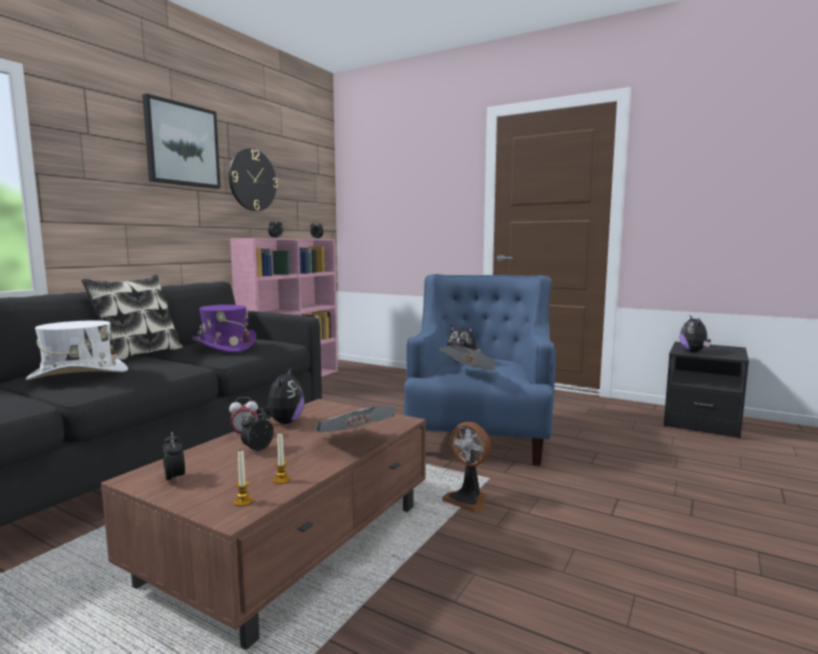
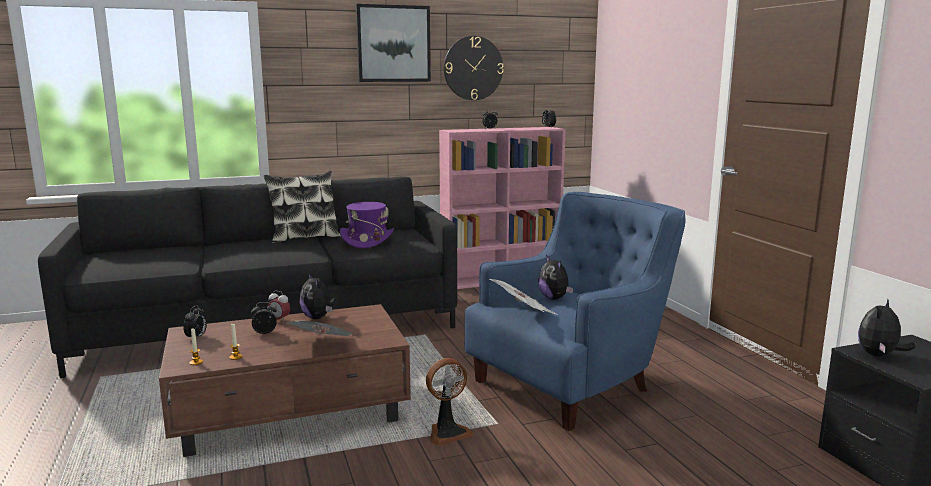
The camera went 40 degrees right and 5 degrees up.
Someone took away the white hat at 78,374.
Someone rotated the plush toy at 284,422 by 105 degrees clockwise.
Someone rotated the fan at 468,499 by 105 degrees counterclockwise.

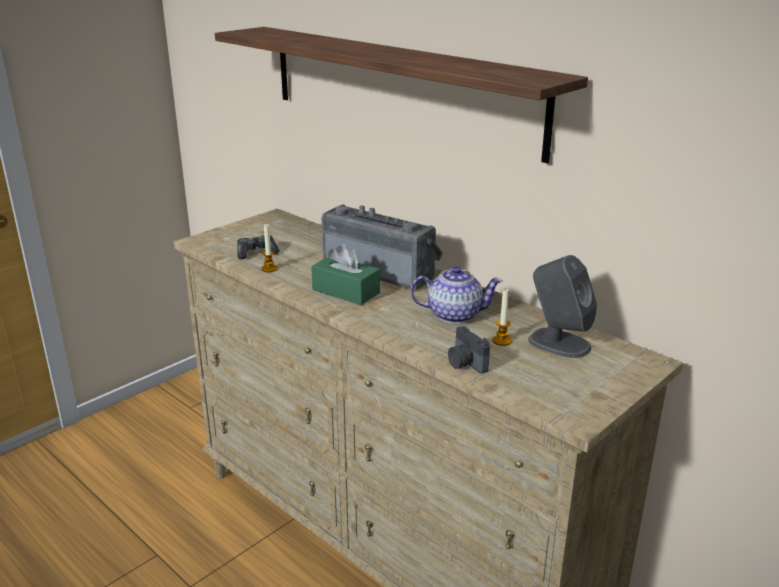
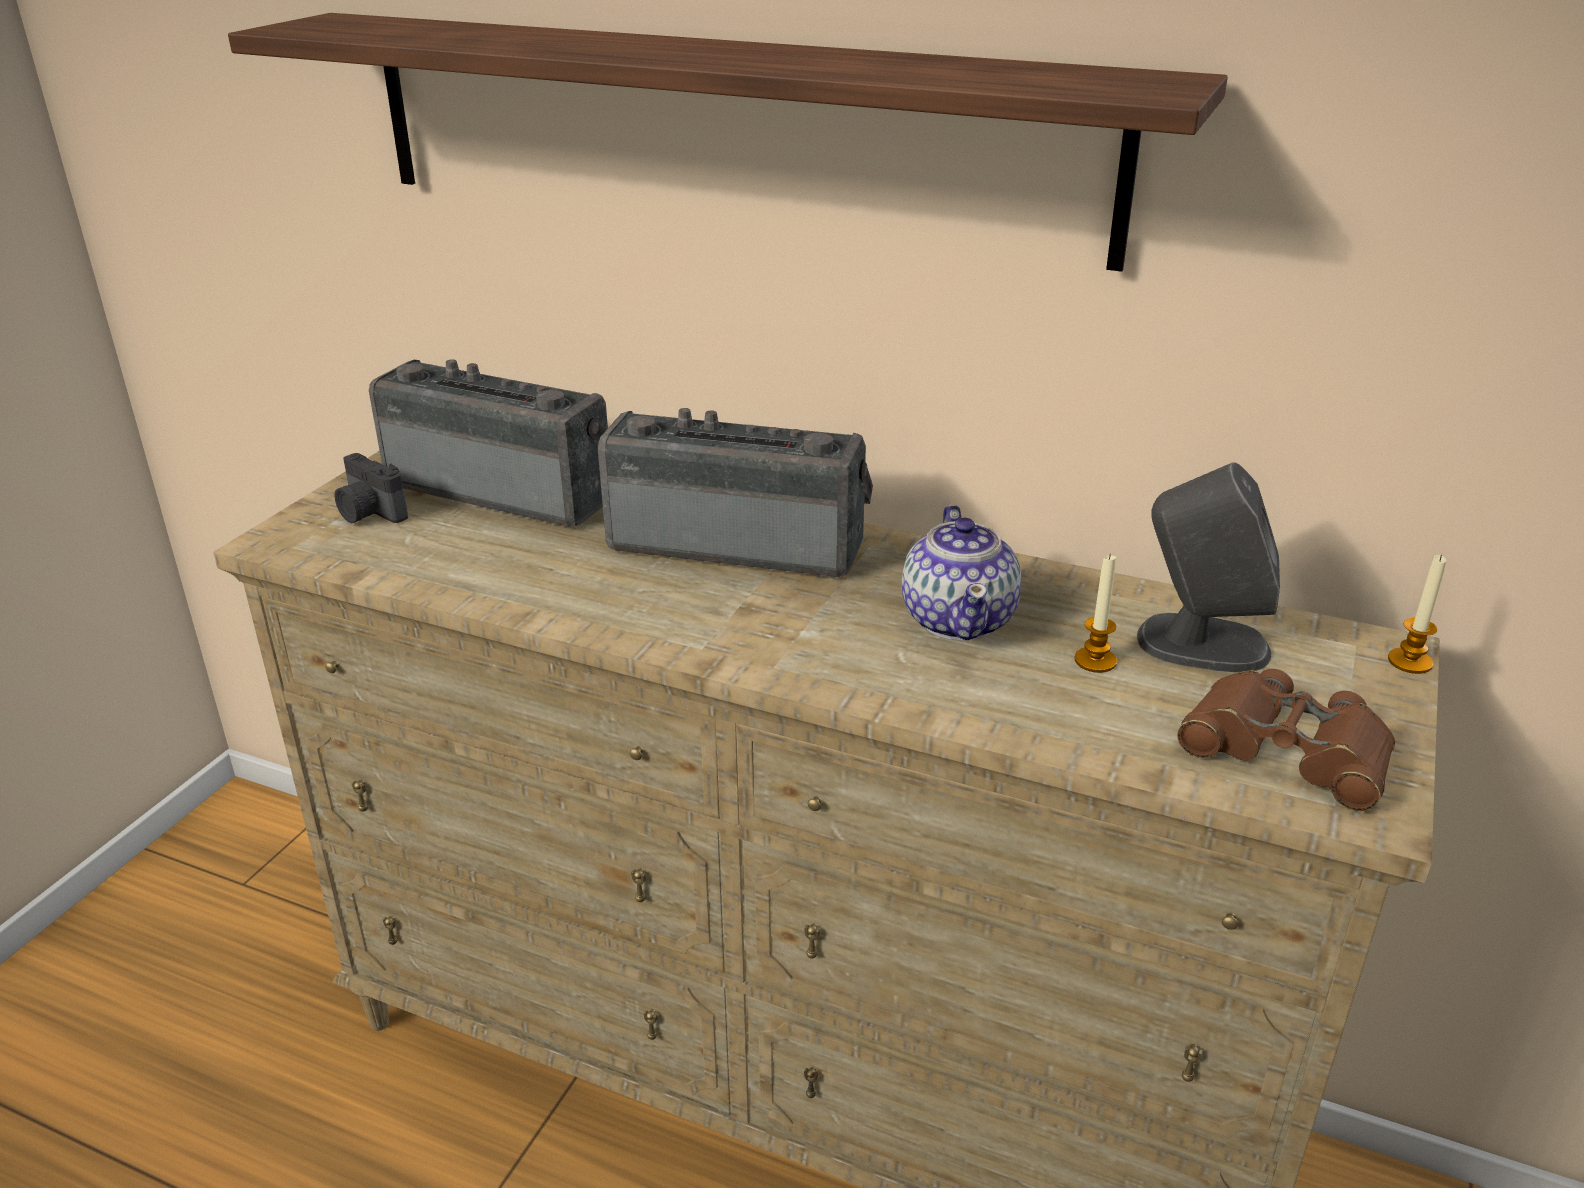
The camera went 20 degrees left and 5 degrees up.
Someone took away the game controller at 256,253.
Someone took away the green tissue box at 346,291.
Someone put down the radio at 507,488.
Someone put down the brown binoculars at 1287,750.
Someone carried the candle from 269,269 to 1409,662.
Someone carried the photo camera from 465,363 to 369,513.
Someone rotated the teapot at 454,314 by 105 degrees clockwise.

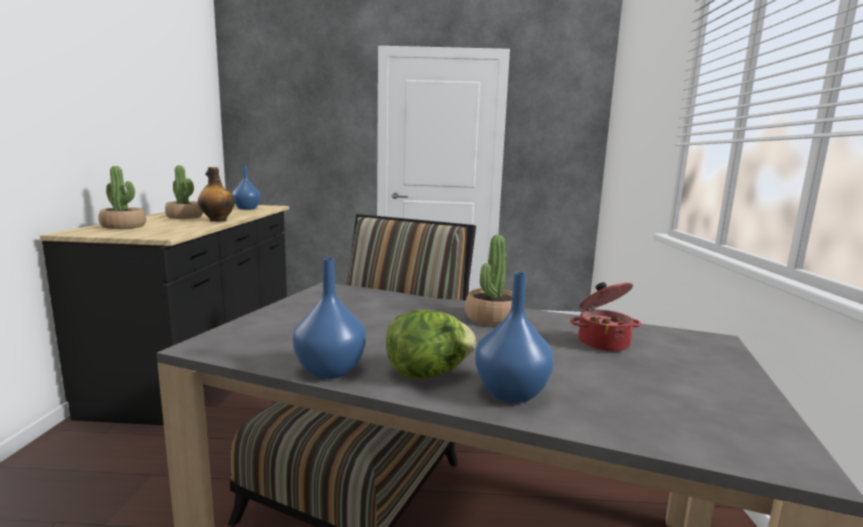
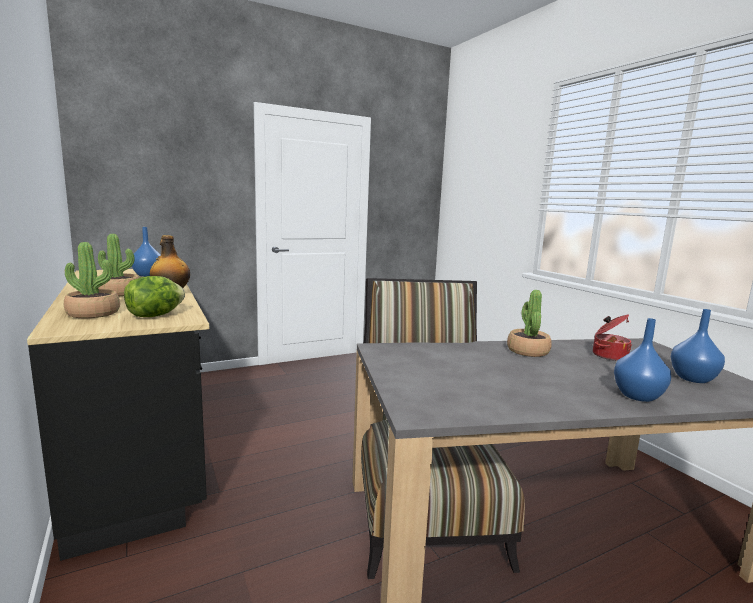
The camera went 30 degrees left and 0 degrees up.
Someone carried the blue vase from 329,370 to 691,378.
Someone carried the lettuce from 427,373 to 155,315.

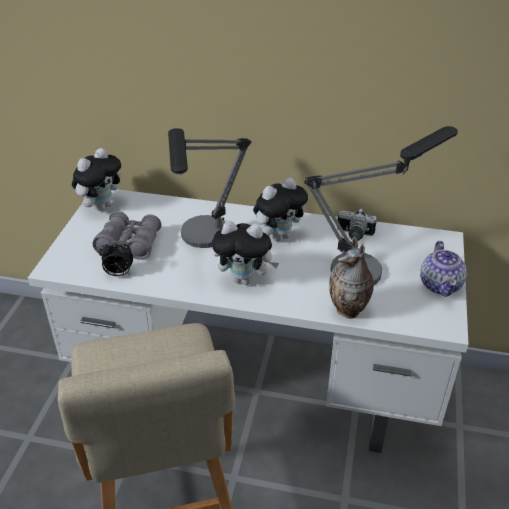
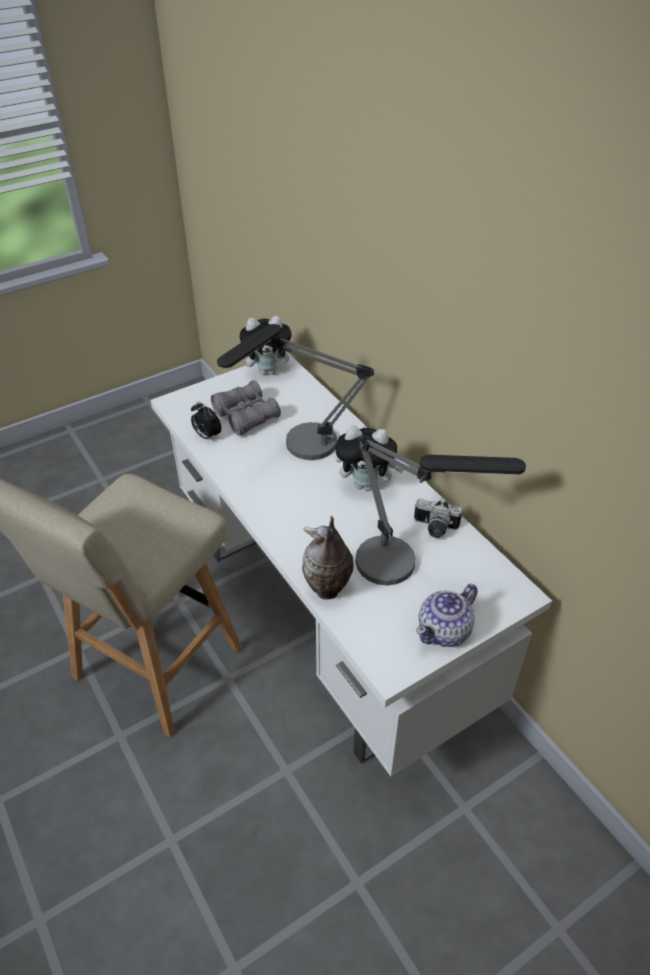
The camera went 45 degrees right and 5 degrees up.
Someone took away the plush toy at 245,279.
Someone rotated the photo camera at 354,235 by 45 degrees counterclockwise.

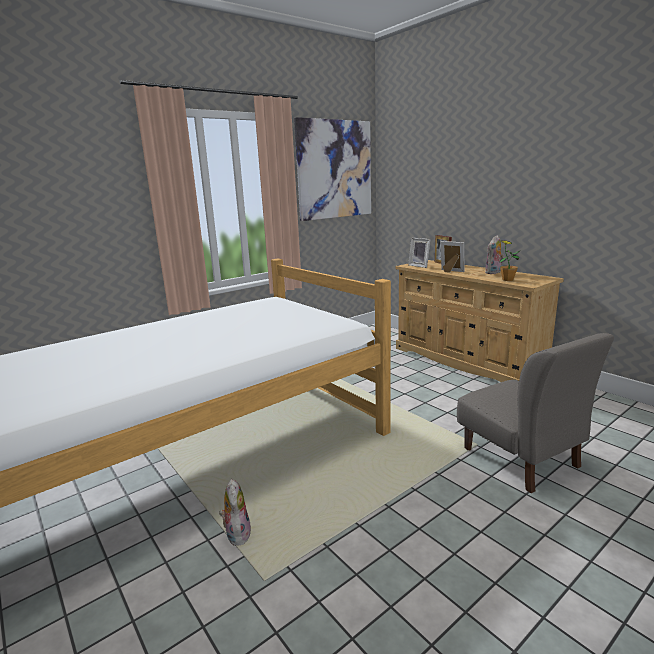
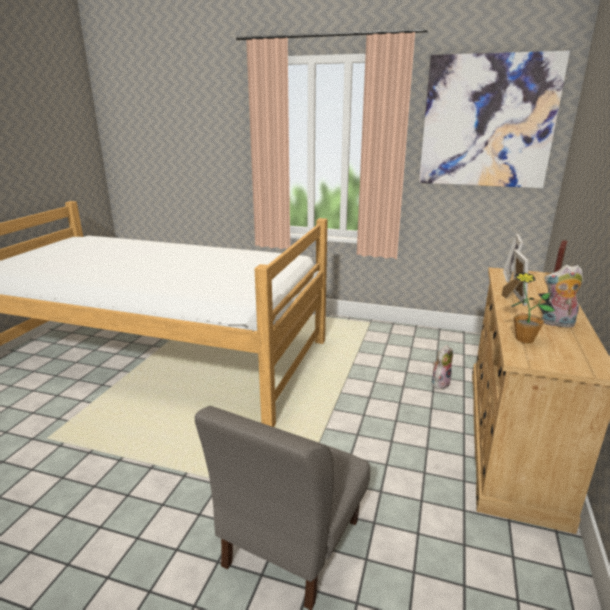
The camera went 55 degrees right and 5 degrees up.
Someone carried the plush toy from 237,534 to 440,383.

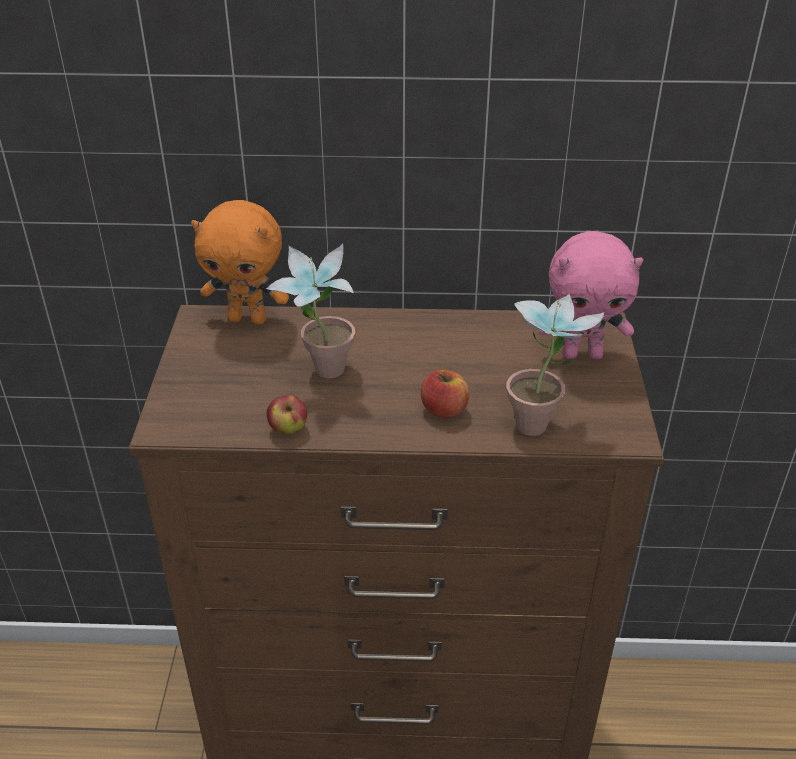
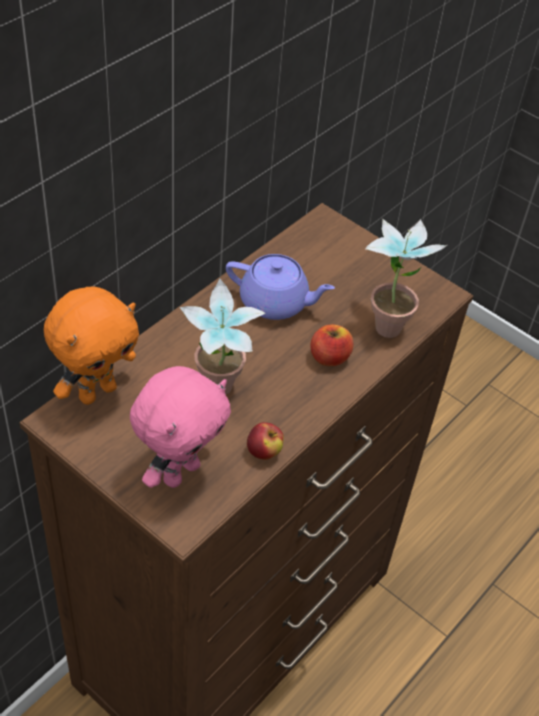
The camera went 55 degrees left and 10 degrees up.
Someone put down the purple teapot at 275,303.
Someone carried the pink plush toy from 582,354 to 180,472.

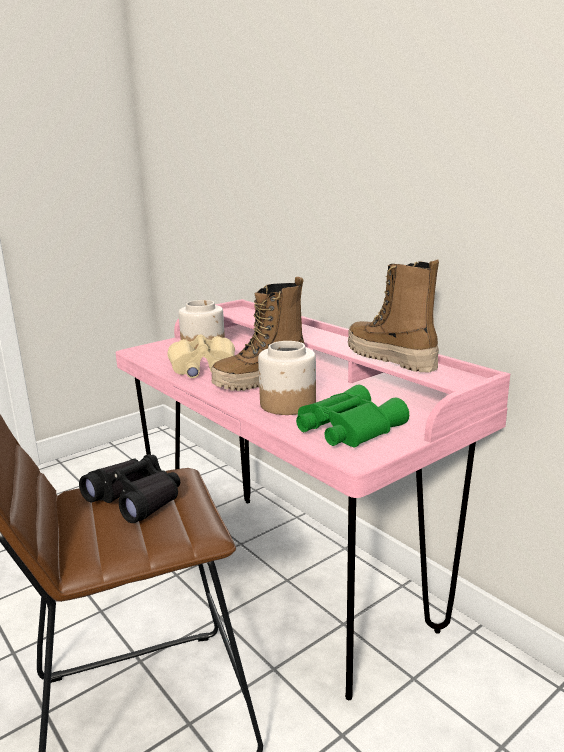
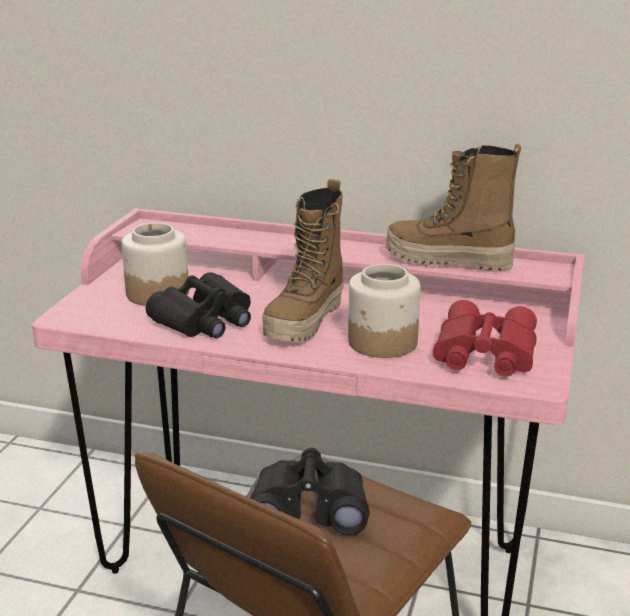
The camera went 35 degrees left and 5 degrees up.
Someone repainted the beige binoculars at 203,368, which became the black binoculars at 205,320.
Someone repainted the green binoculars at 346,428, which became the red binoculars at 482,353.

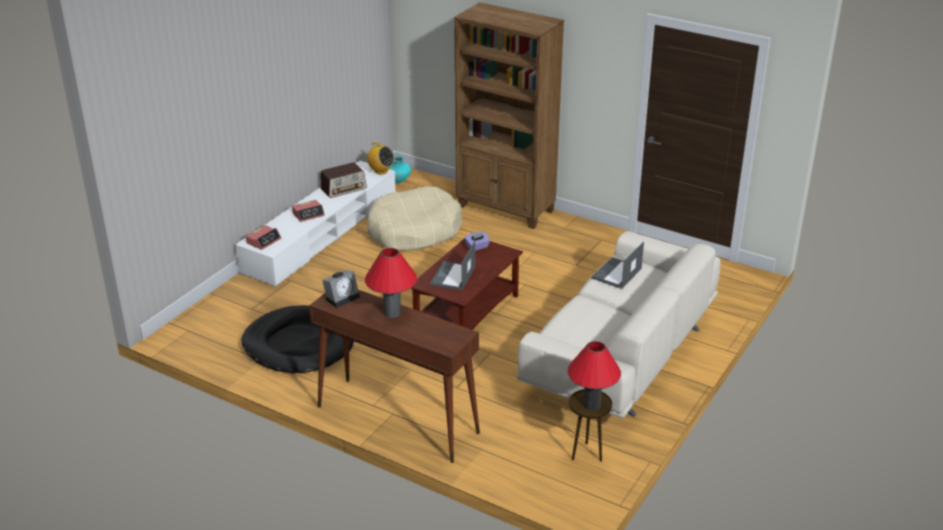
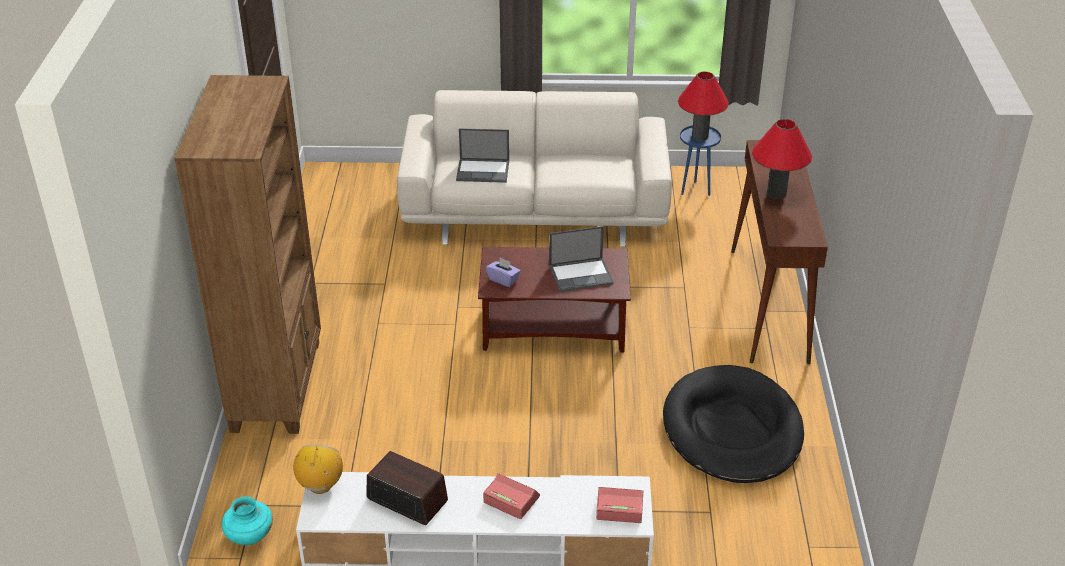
The camera went 120 degrees left and 5 degrees up.
Someone took away the alarm clock at 342,297.
Someone took away the beige dog bed at 414,231.
Someone repainted the brown side table at 586,454, which became the blue side table at 695,190.

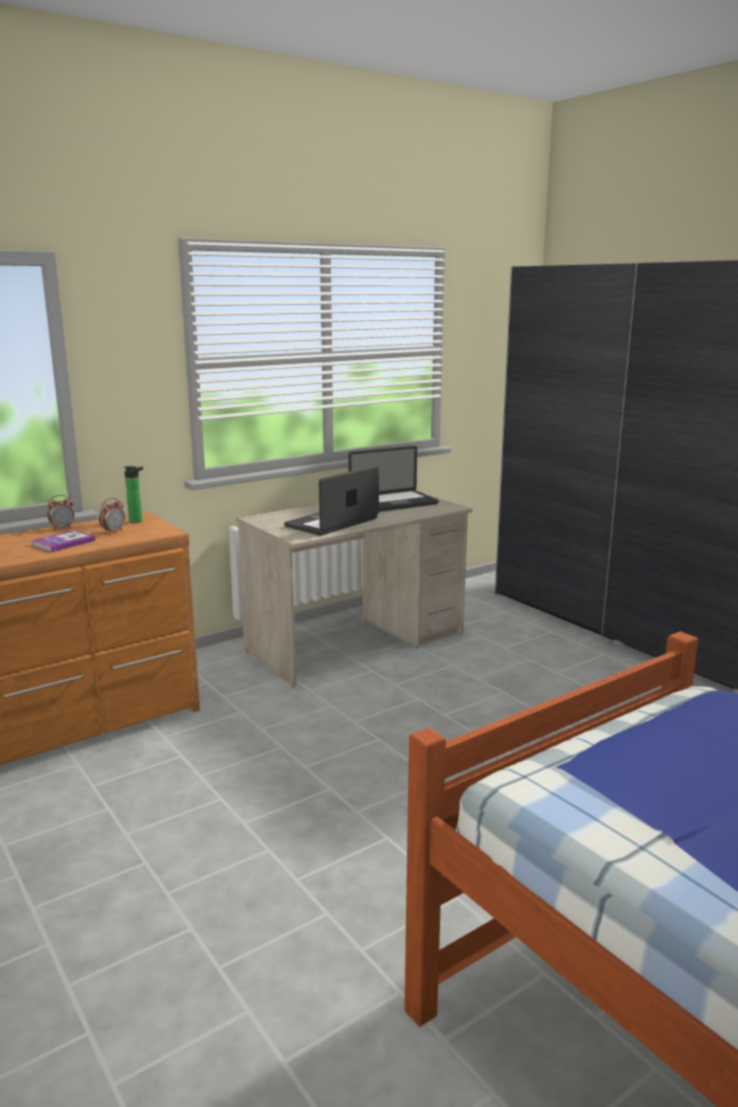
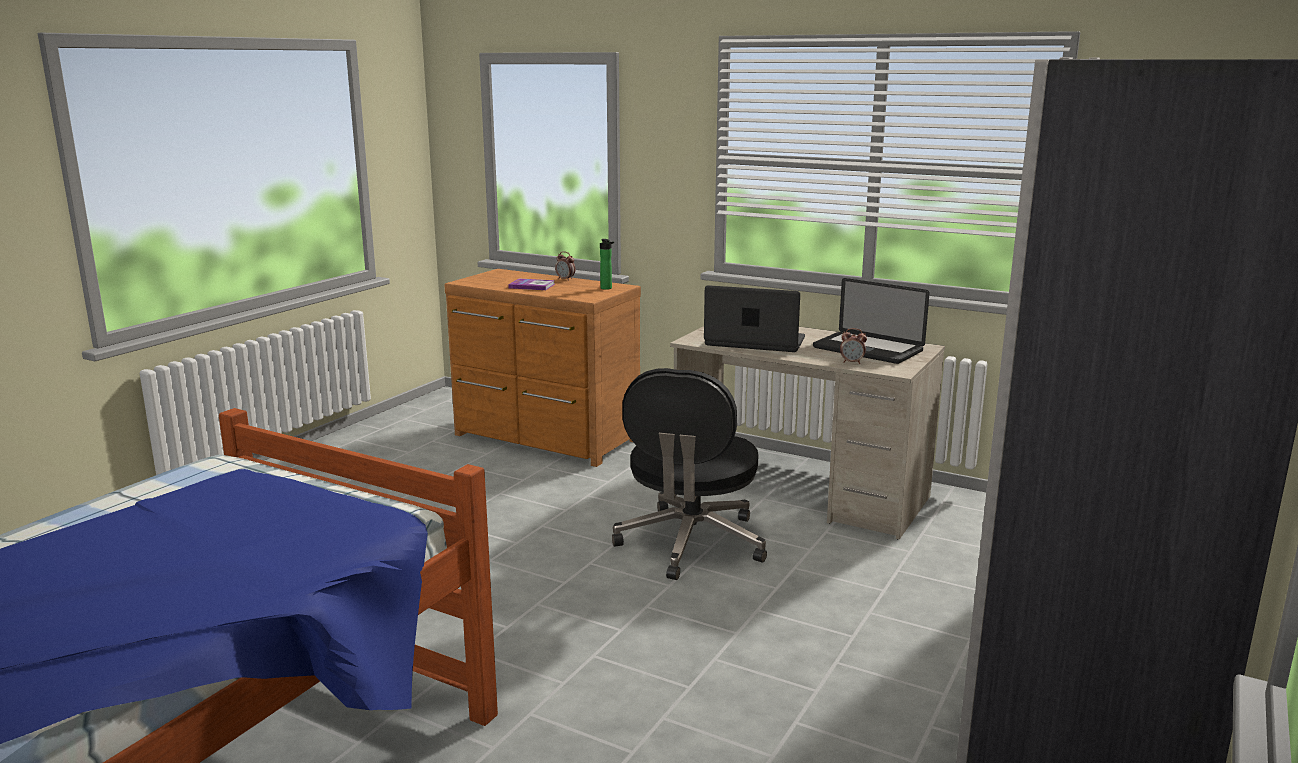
The camera went 65 degrees right and 0 degrees up.
Someone put down the black office chair at 690,544.
Someone carried the alarm clock from 113,532 to 852,362.

